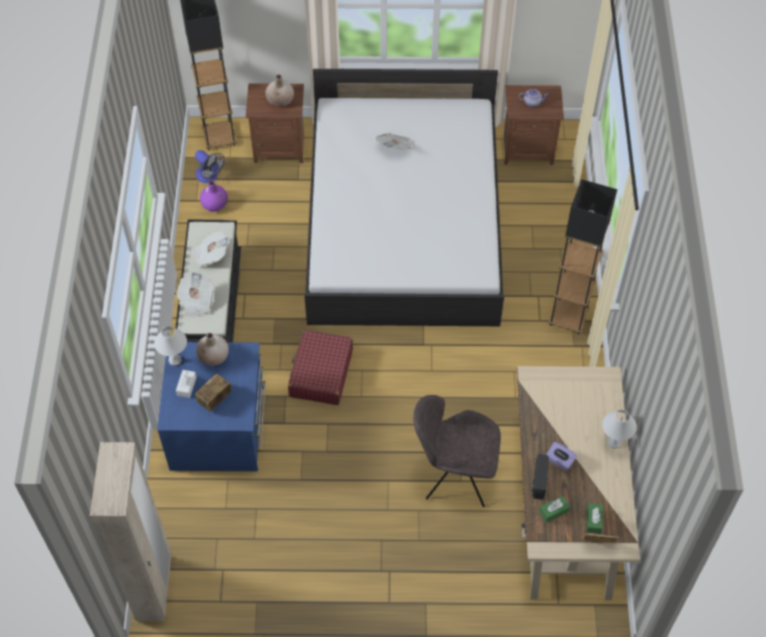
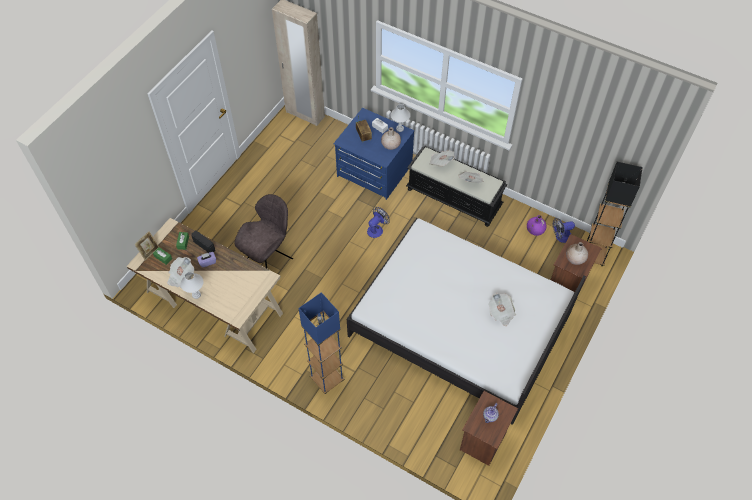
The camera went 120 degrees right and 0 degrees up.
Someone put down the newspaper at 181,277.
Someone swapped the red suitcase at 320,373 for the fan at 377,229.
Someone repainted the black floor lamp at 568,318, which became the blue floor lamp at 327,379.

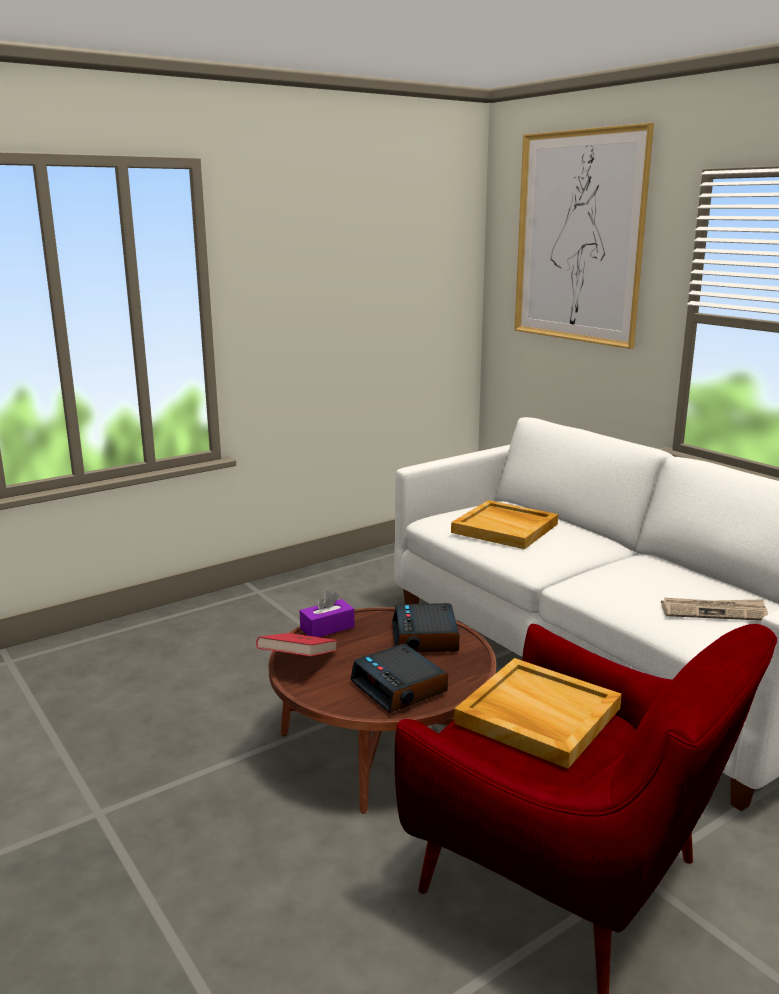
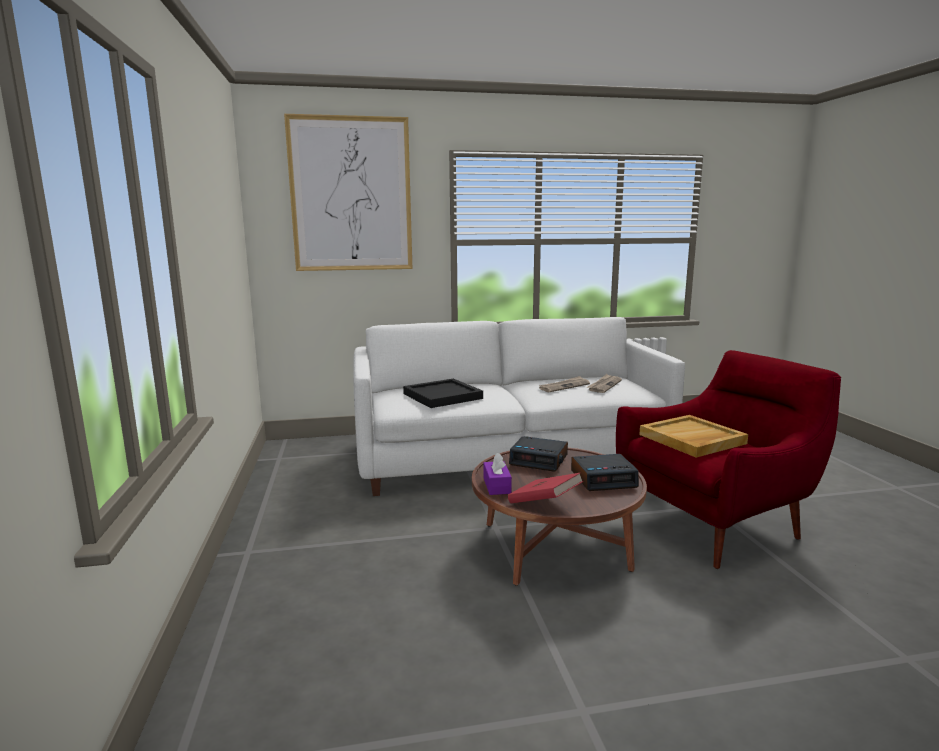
The camera went 65 degrees left and 5 degrees down.
Someone put down the newspaper at 564,386.
Someone repainted the beige tray at 506,528, which became the black tray at 443,396.

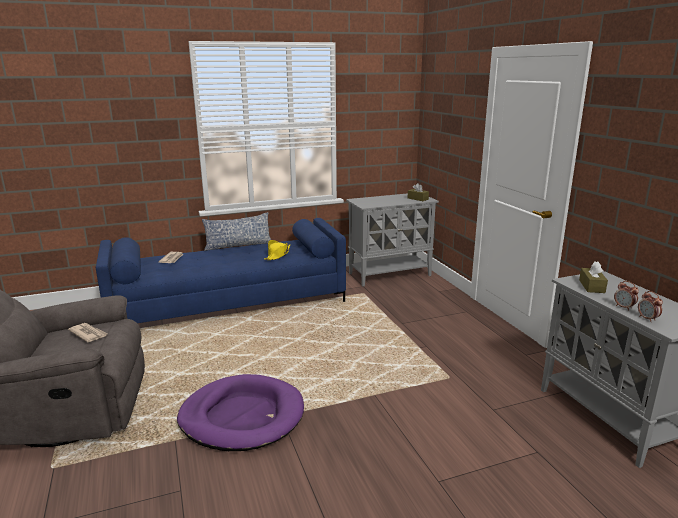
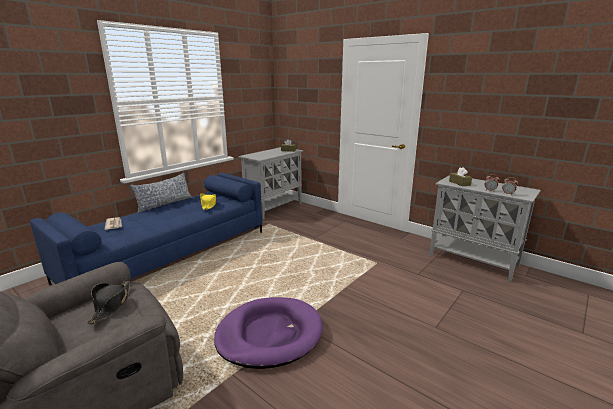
The camera went 30 degrees left and 0 degrees up.
Someone swapped the newspaper at 88,334 for the black hat at 111,305.

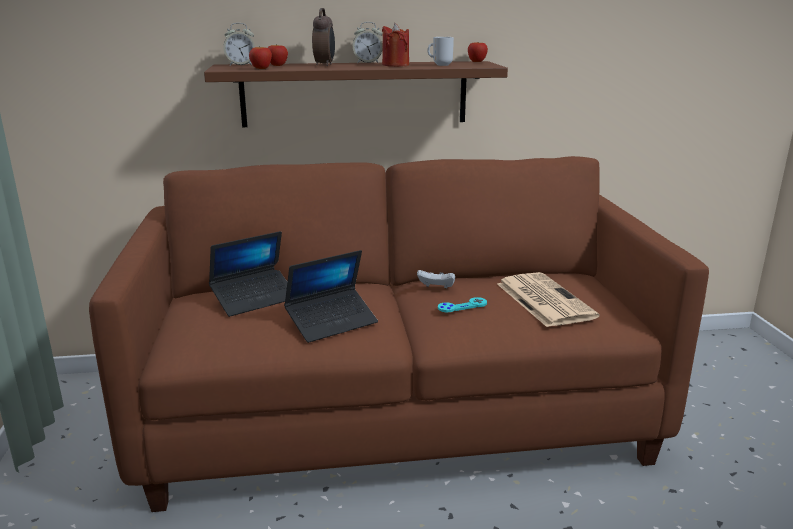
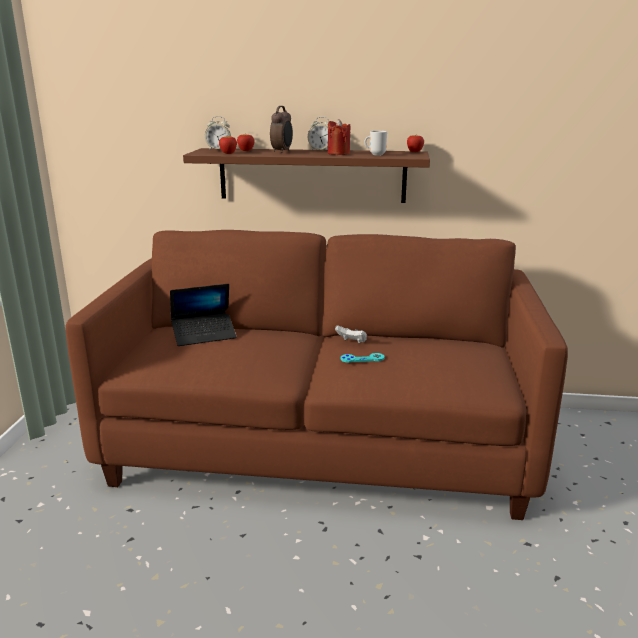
The camera went 15 degrees right and 0 degrees up.
Someone took away the laptop at 332,322.
Someone took away the newspaper at 543,300.

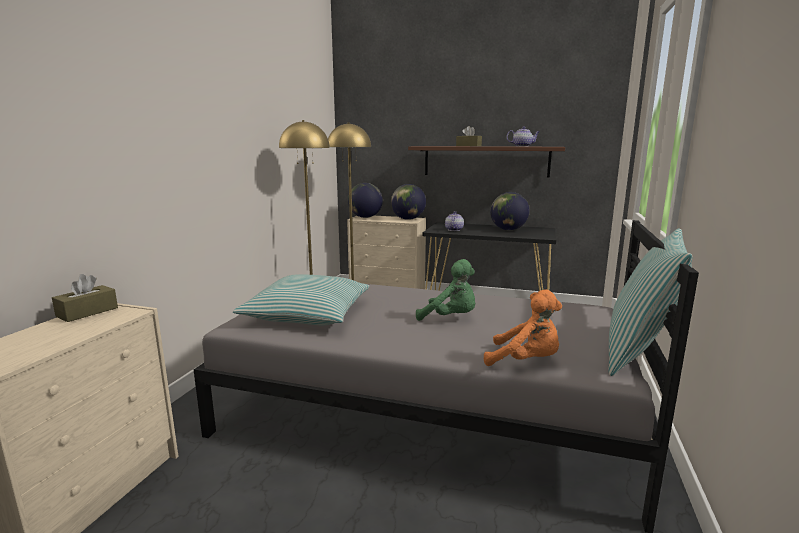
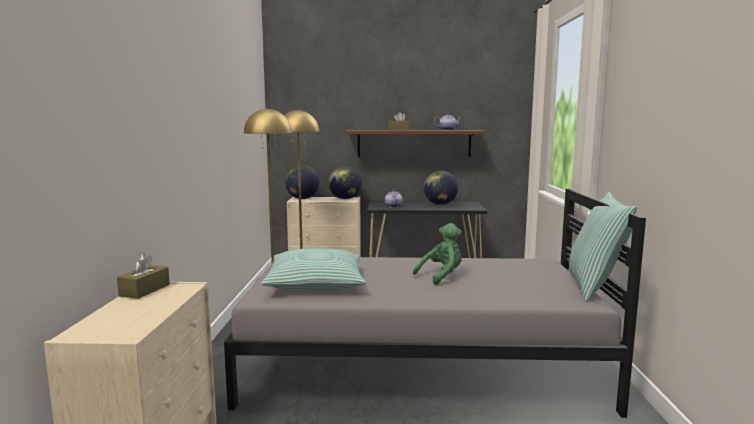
The camera went 15 degrees left and 5 degrees down.
Someone took away the orange plush toy at 525,361.
Someone rotated the green plush toy at 450,318 by 45 degrees counterclockwise.

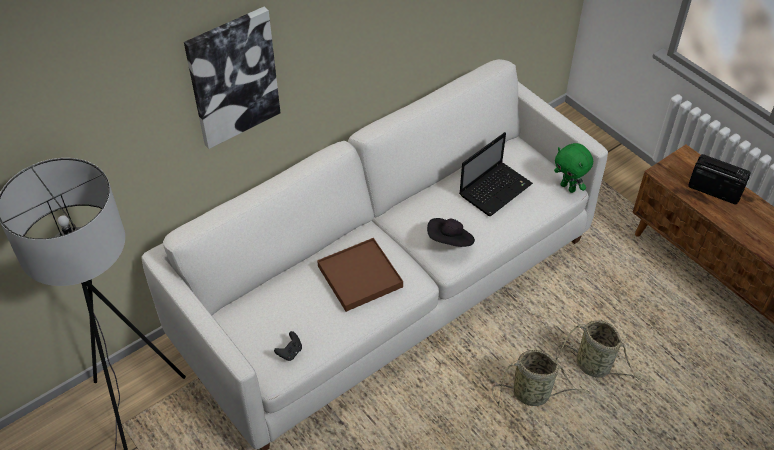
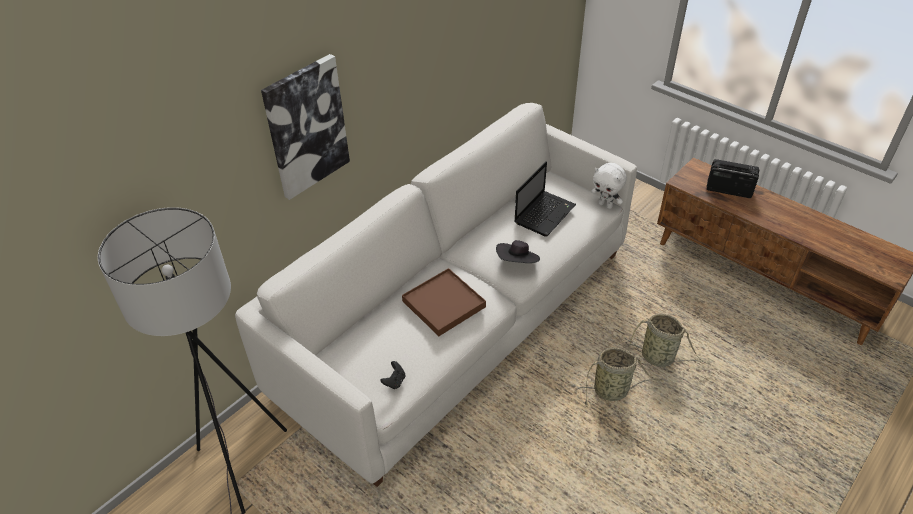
The camera went 10 degrees left and 5 degrees down.
Someone repainted the green plush toy at 568,187, which became the white plush toy at 605,205.

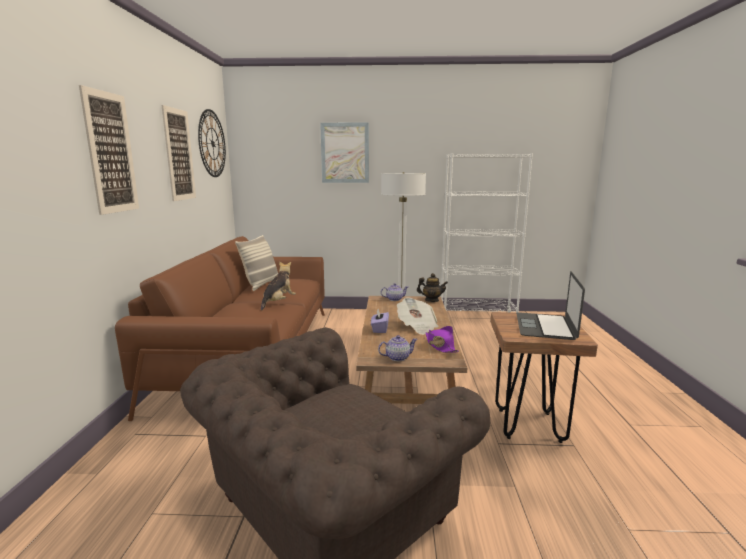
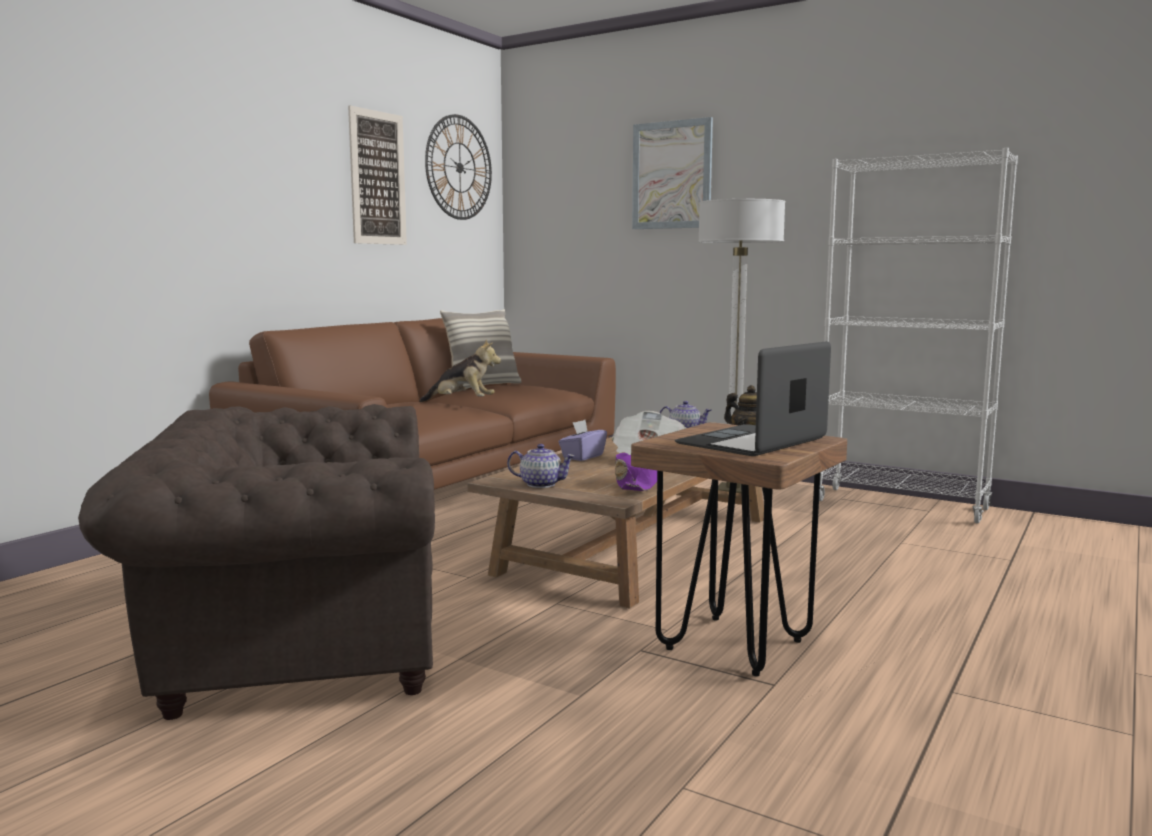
The camera went 30 degrees right and 5 degrees down.
Someone took away the picture at 111,153.
Someone rotated the plush toy at 278,302 by 45 degrees clockwise.

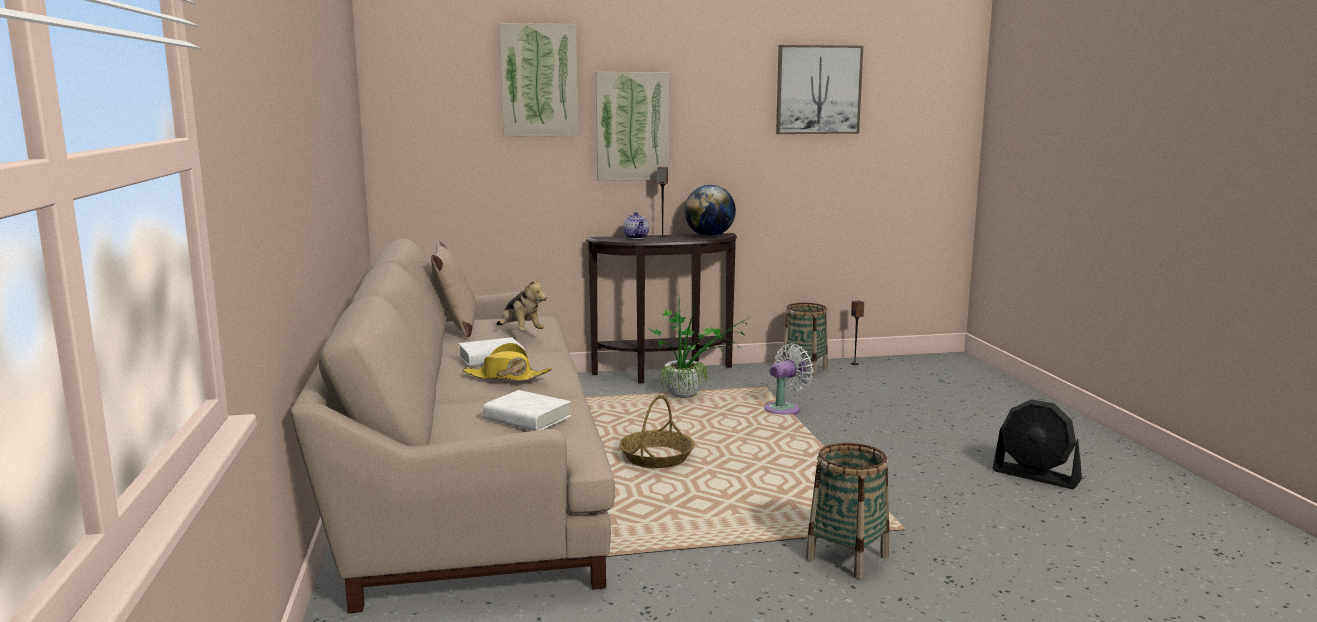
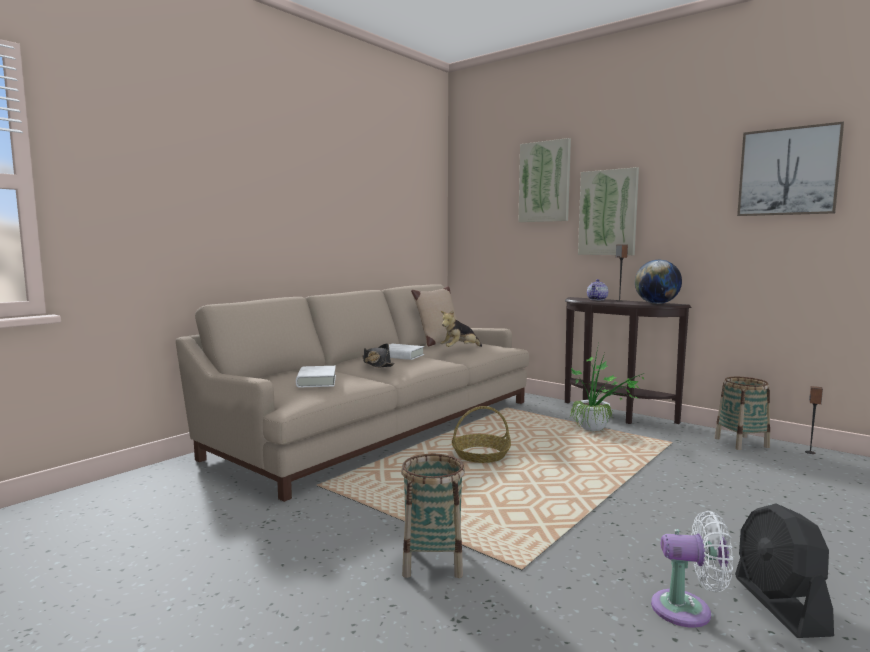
The camera went 50 degrees right and 5 degrees down.
Someone carried the white fan from 785,409 to 688,610.
Someone repainted the yellow hat at 506,376, which became the black hat at 377,364.
Someone rotated the plush toy at 520,332 by 45 degrees clockwise.

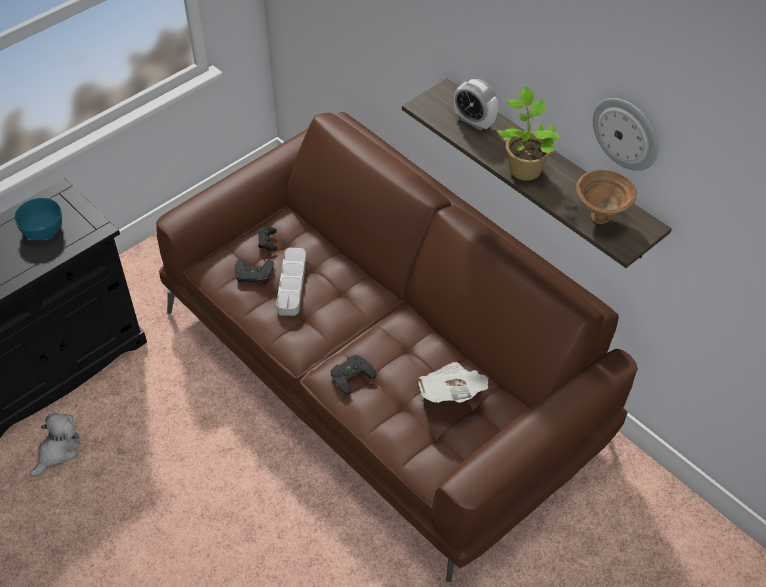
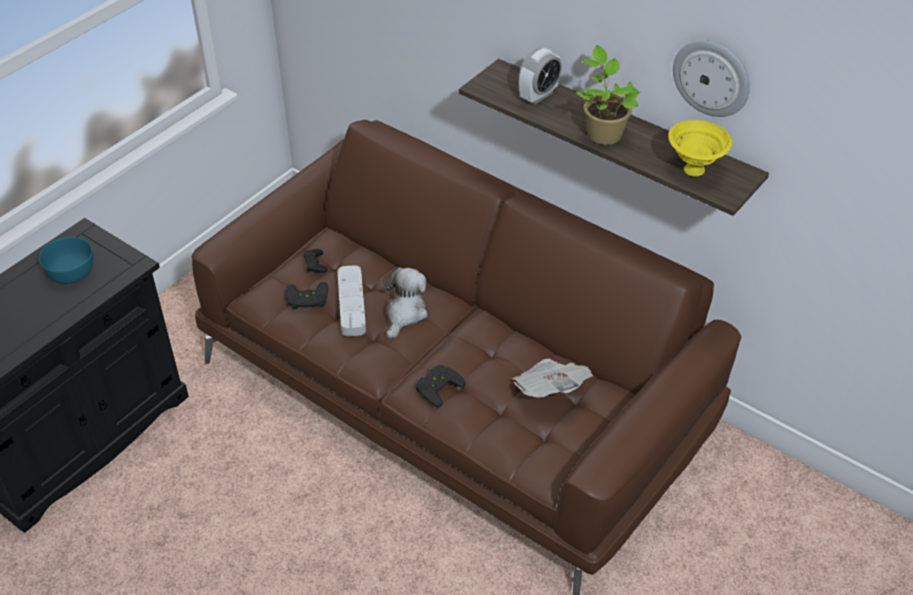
The camera went 10 degrees left and 5 degrees down.
Someone carried the plush toy from 58,451 to 404,314.
Someone repainted the brown bowl at 600,216, which became the yellow bowl at 693,169.
Someone rotated the alarm clock at 474,121 by 75 degrees counterclockwise.

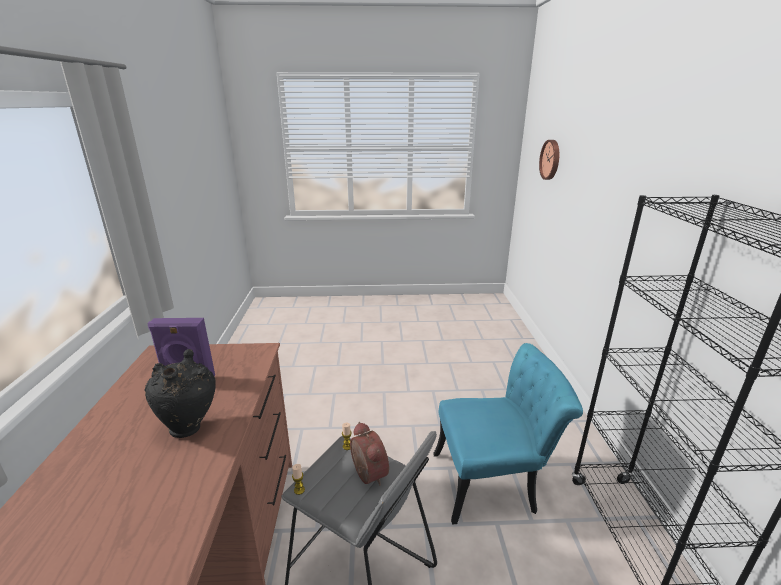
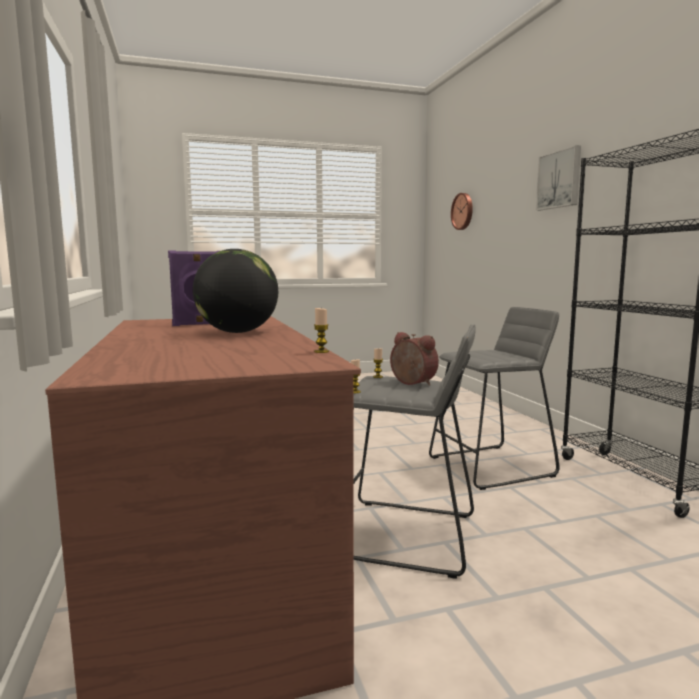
The camera went 15 degrees left and 15 degrees down.
Someone put down the candle at 321,351.
Someone put up the picture at 559,179.
Someone swapped the black vase at 190,427 for the globe at 237,332.
Someone swapped the turquoise chair at 494,481 for the grey stool at 491,467.

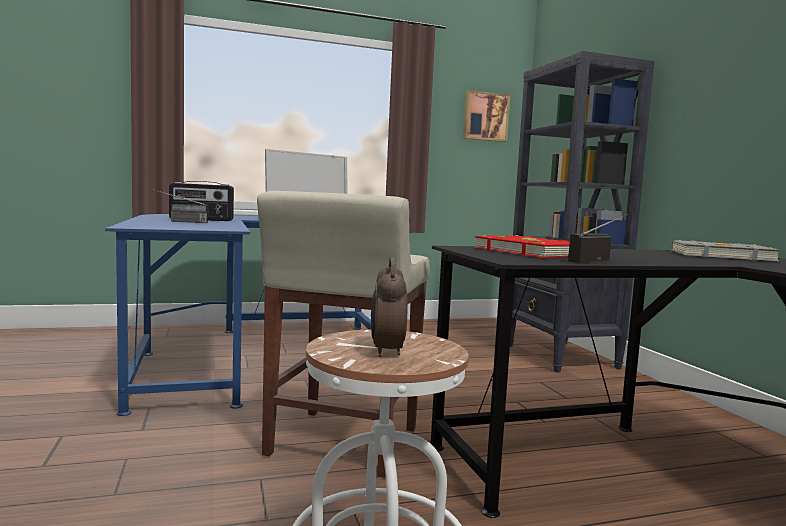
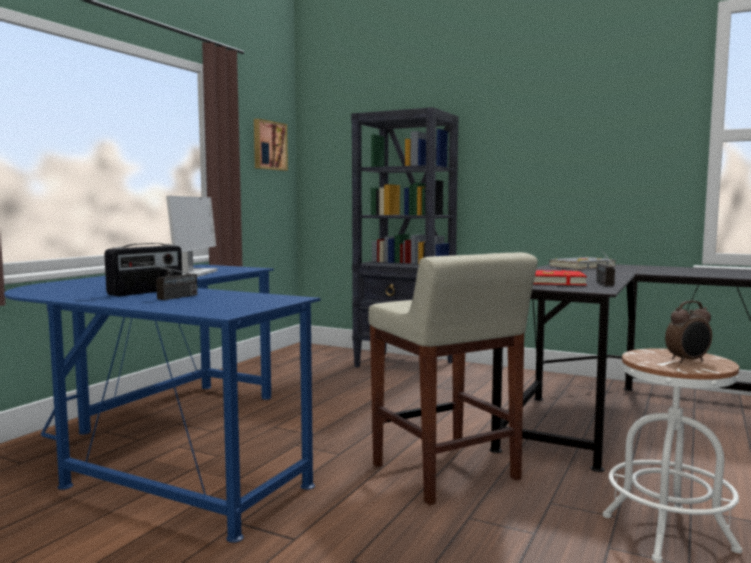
The camera went 45 degrees left and 0 degrees up.
Someone rotated the alarm clock at 386,351 by 60 degrees counterclockwise.

